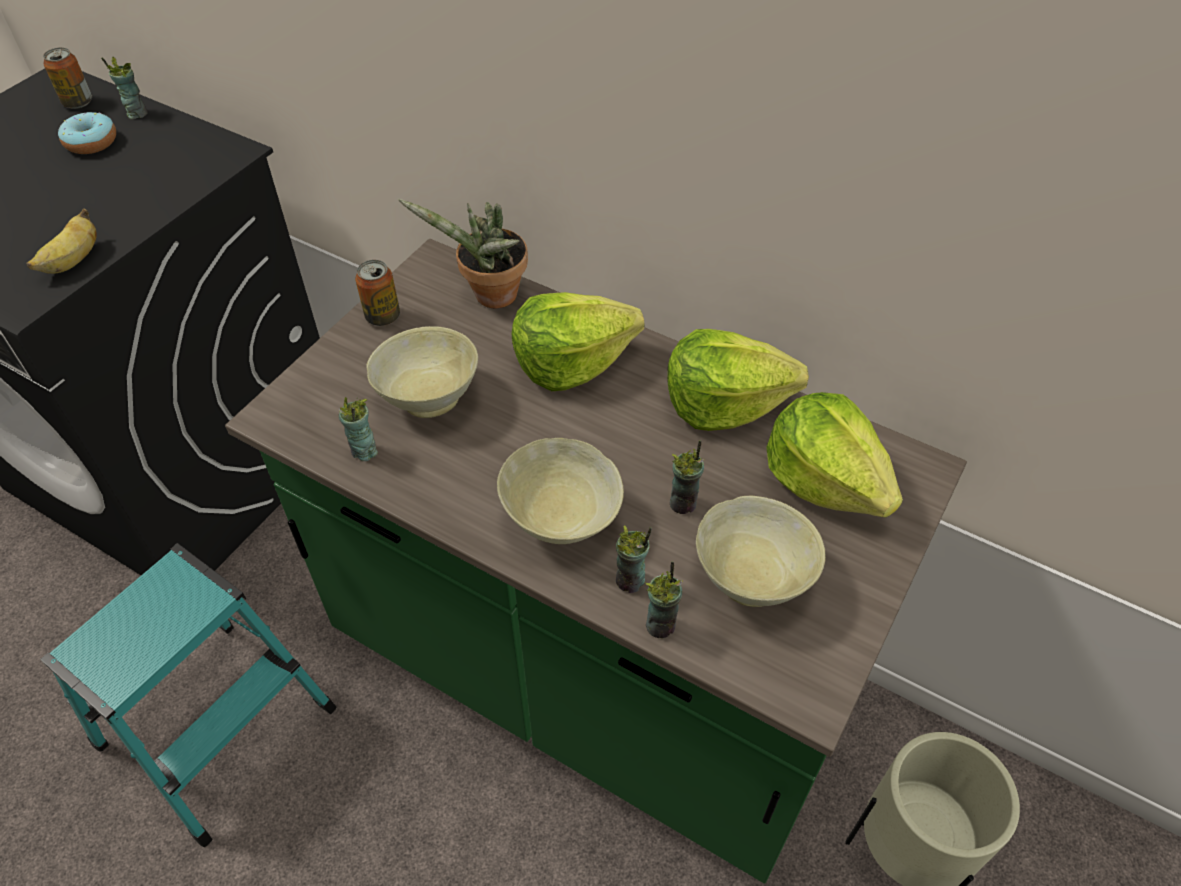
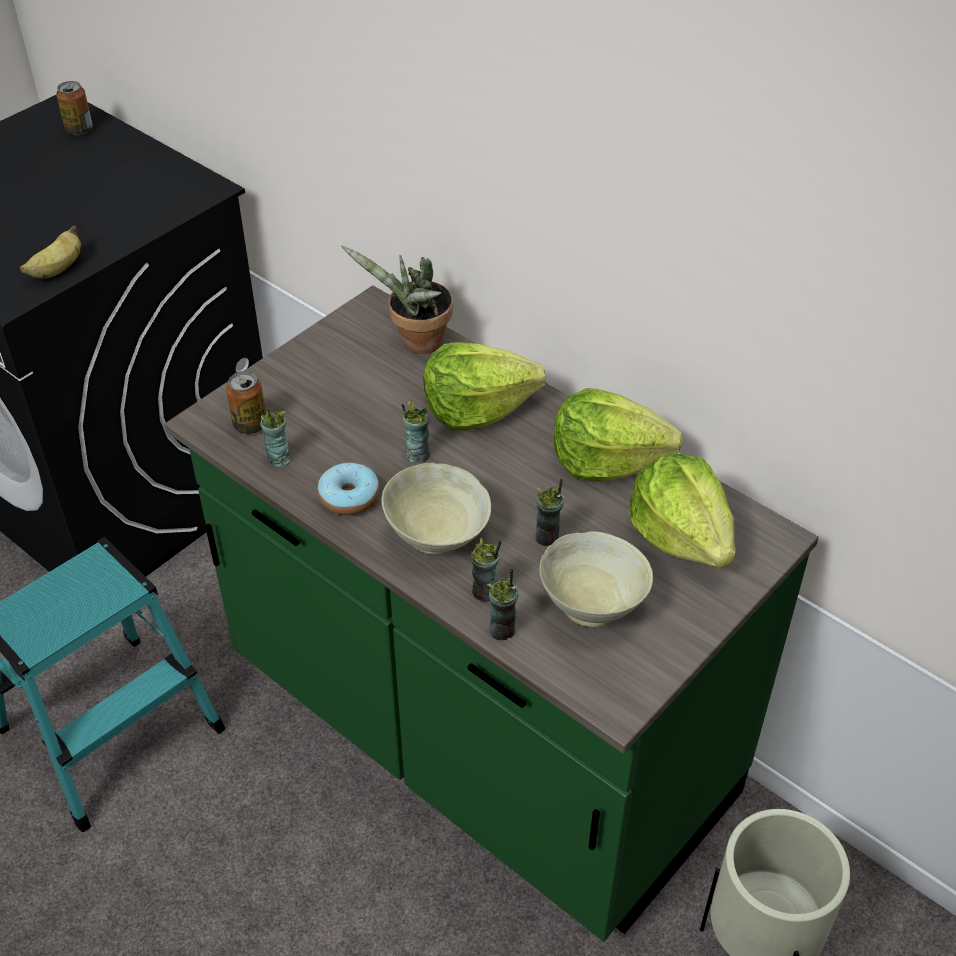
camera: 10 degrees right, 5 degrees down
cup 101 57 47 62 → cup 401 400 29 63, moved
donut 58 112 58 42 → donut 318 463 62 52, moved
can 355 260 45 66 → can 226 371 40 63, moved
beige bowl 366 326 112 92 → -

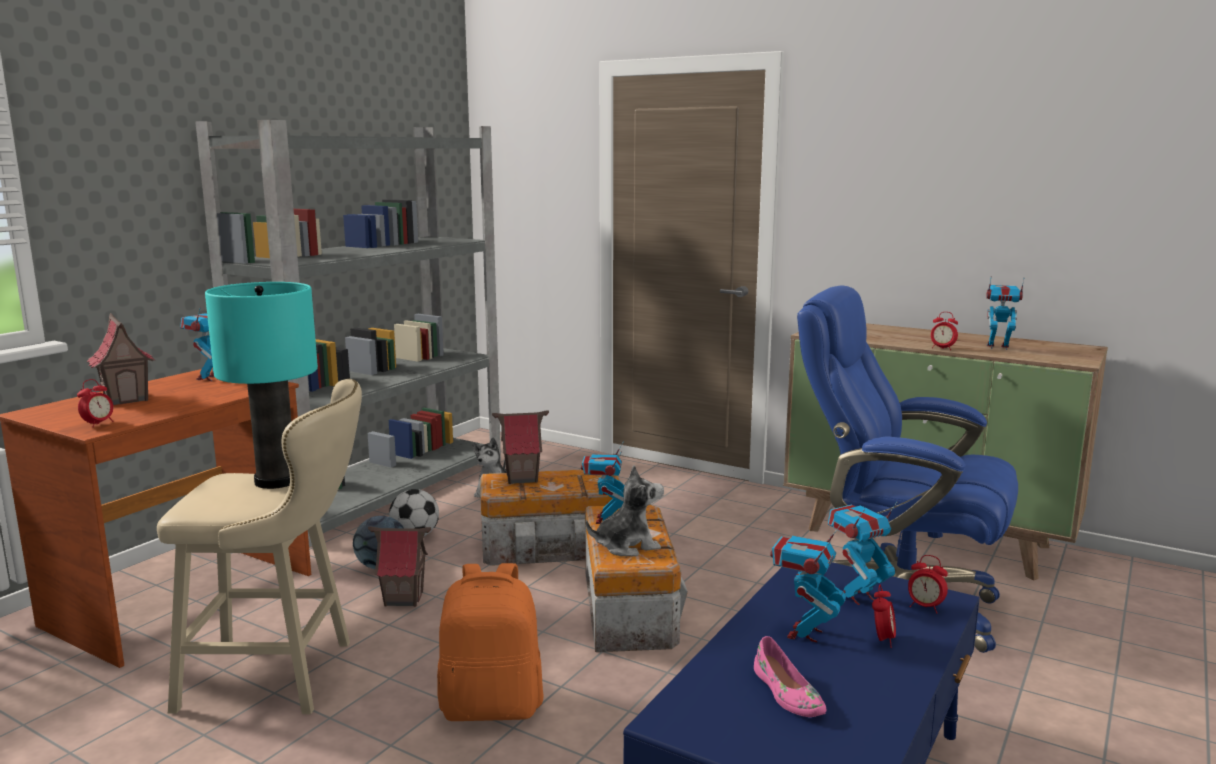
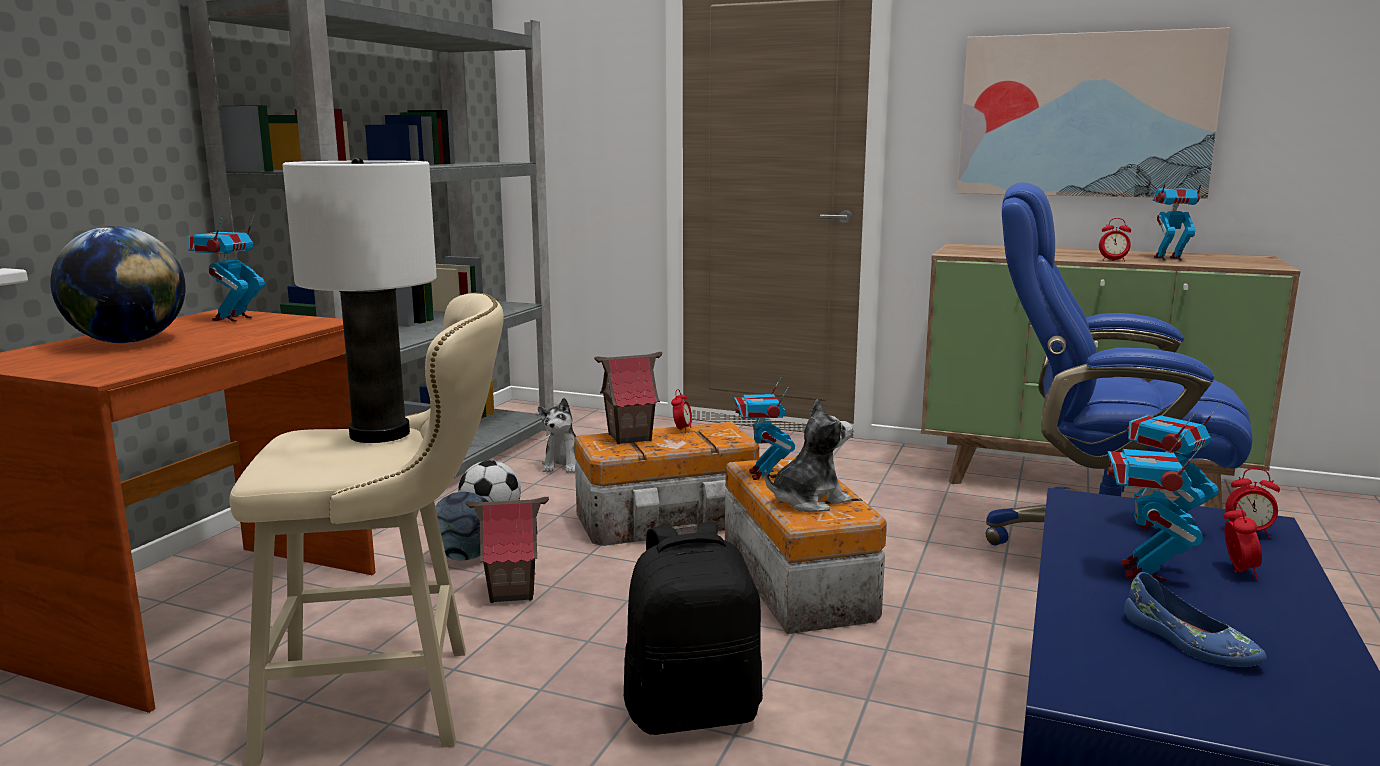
camera: 10 degrees left, 0 degrees up
turquoise table lamp 205 282 113 207 → white table lamp 283 158 154 285
toy house 87 313 68 92 → globe 51 226 135 117
alarm clock 77 379 37 48 → alarm clock 671 389 21 44, moved
orange backpack 437 563 107 158 → black backpack 624 522 139 213
pink shoe 754 636 72 81 → blue shoe 1124 572 143 95
- → picture 957 28 273 171

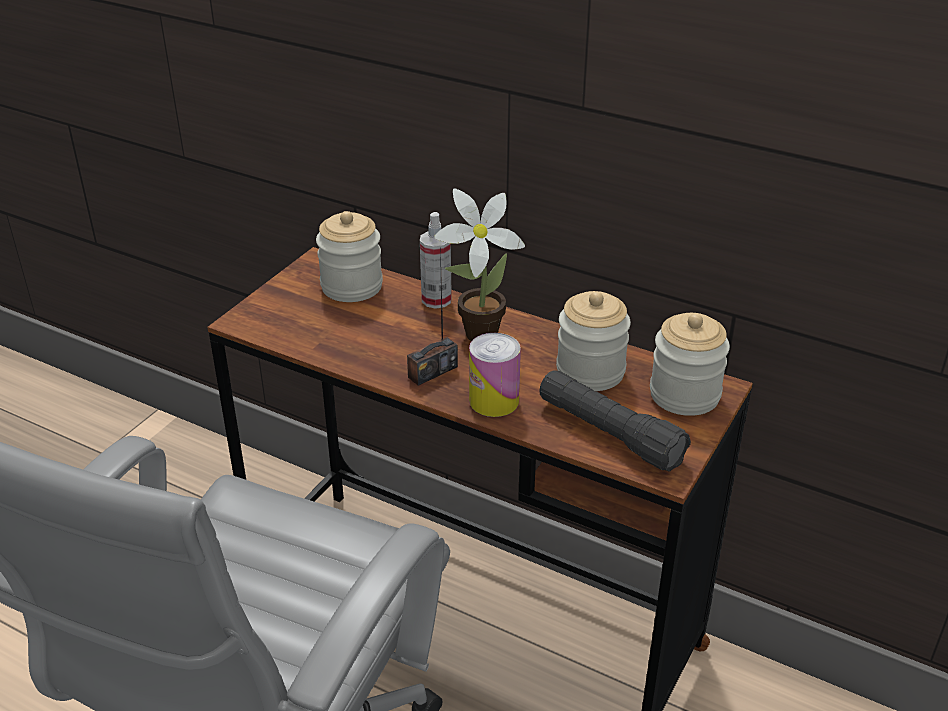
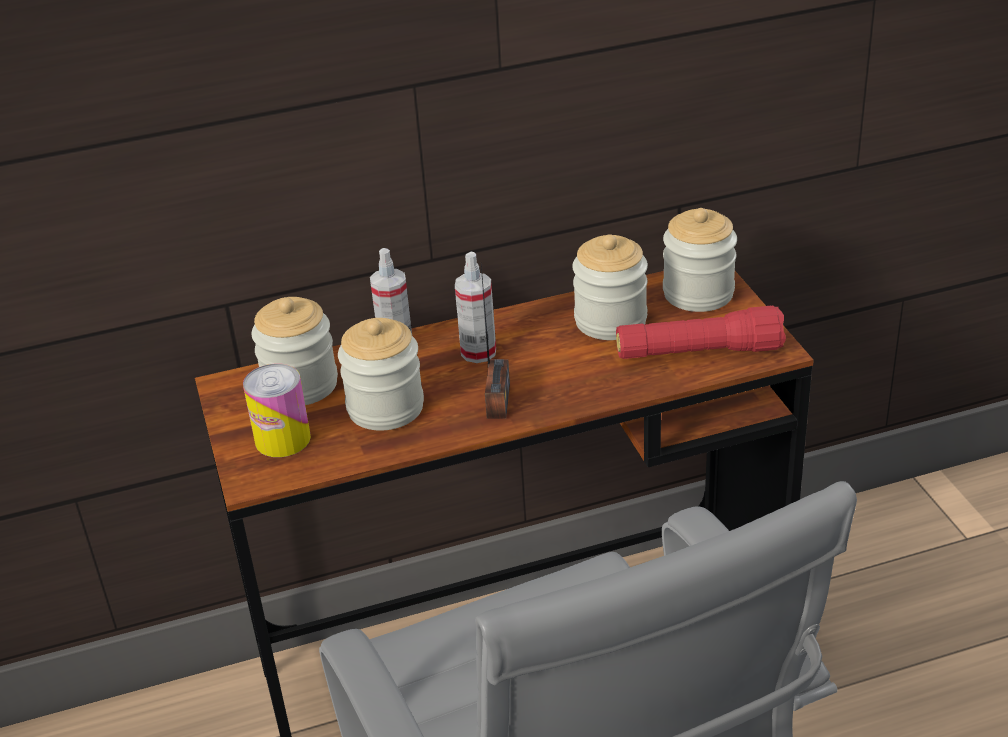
camera: 45 degrees left, 0 degrees up
potted plant 434 188 91 153 → spray bottle 455 252 41 111
can 469 333 52 84 → can 243 364 68 93, moved
black flashlight 539 370 152 102 → red flashlight 616 306 170 53
- → jar 338 318 86 113

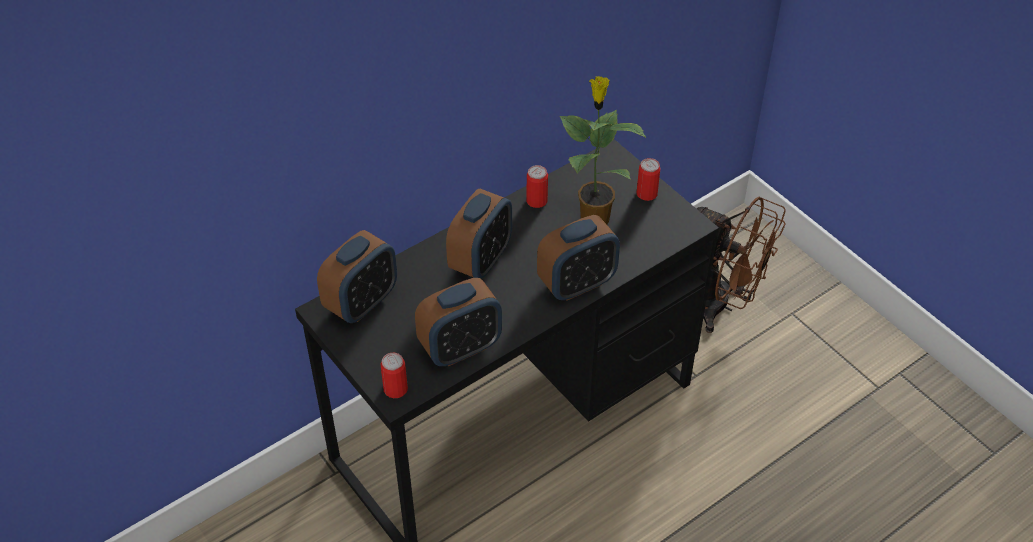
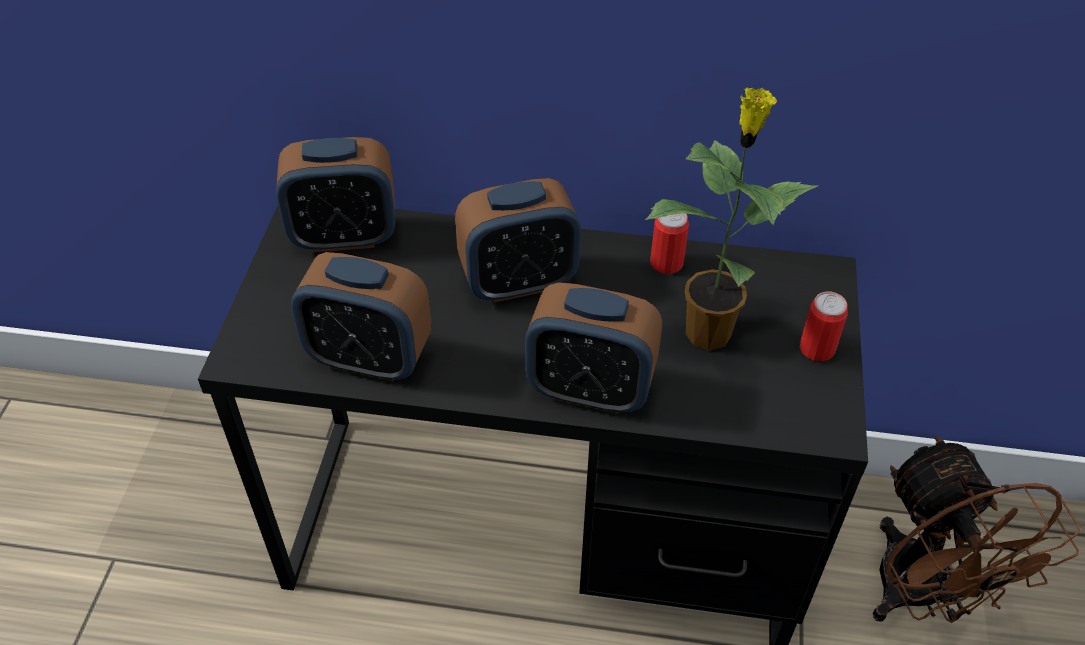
camera: 45 degrees right, 0 degrees up
can 381 353 27 45 → -

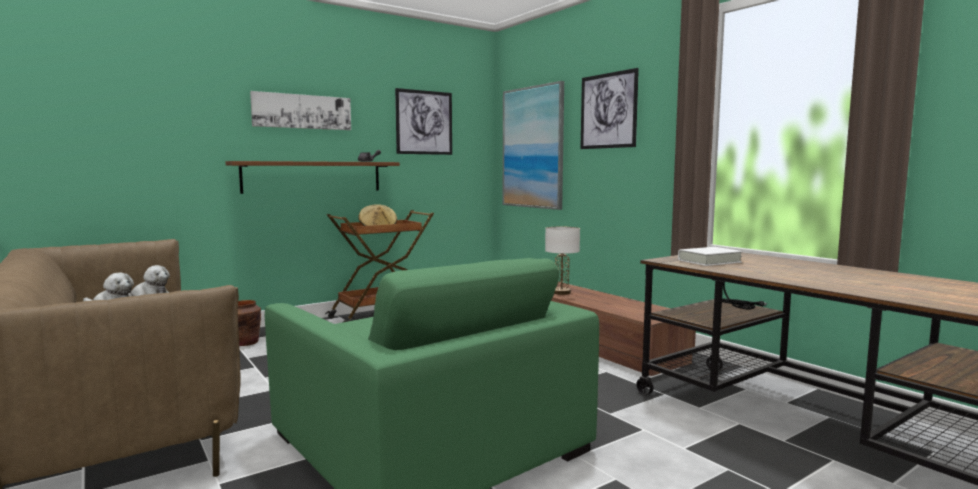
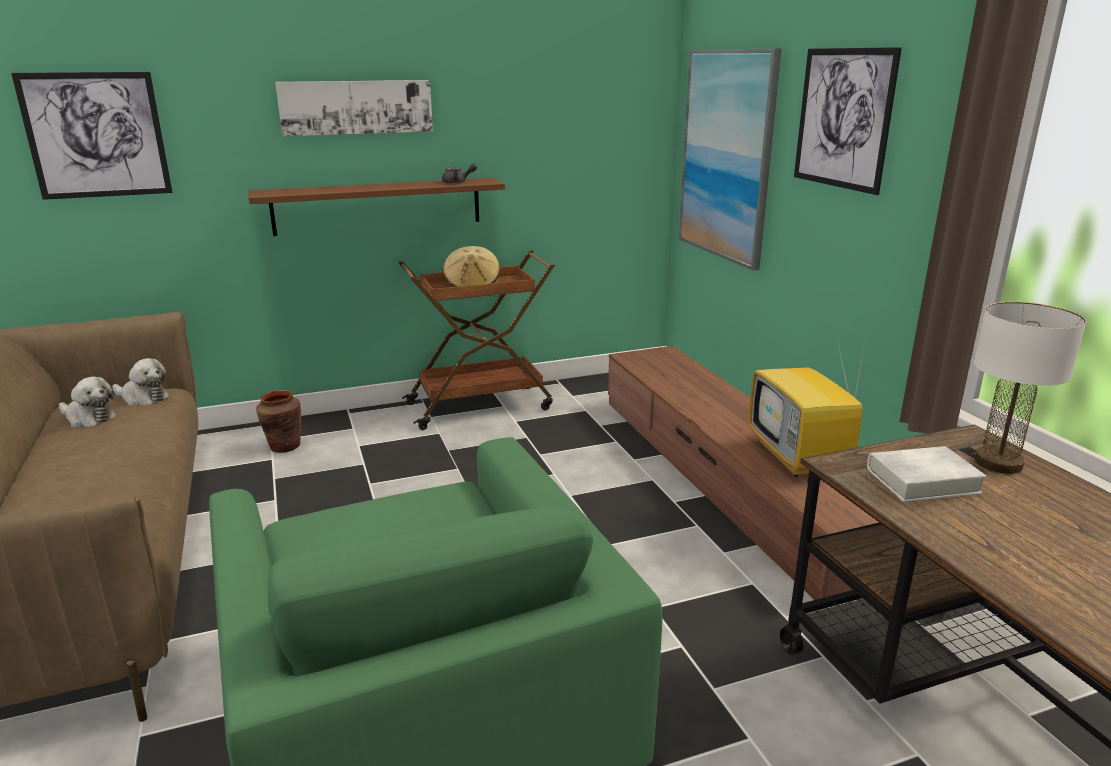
camera: 15 degrees right, 15 degrees up
picture 395 88 57 67 → picture 11 72 162 128, moved
table lamp 545 227 35 68 → table lamp 974 302 112 172, moved
- → television 749 336 116 141

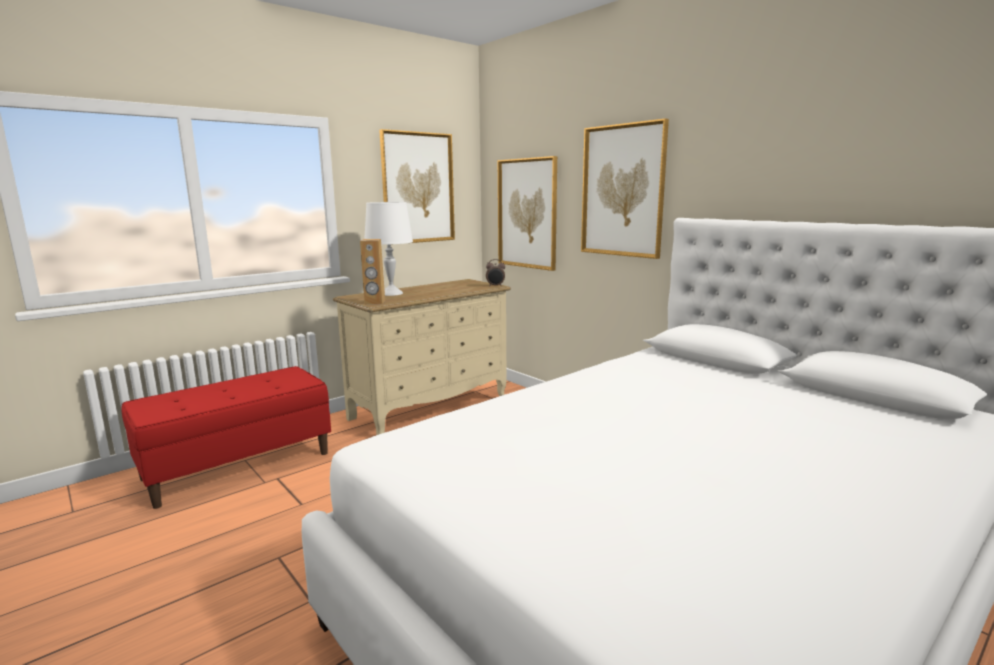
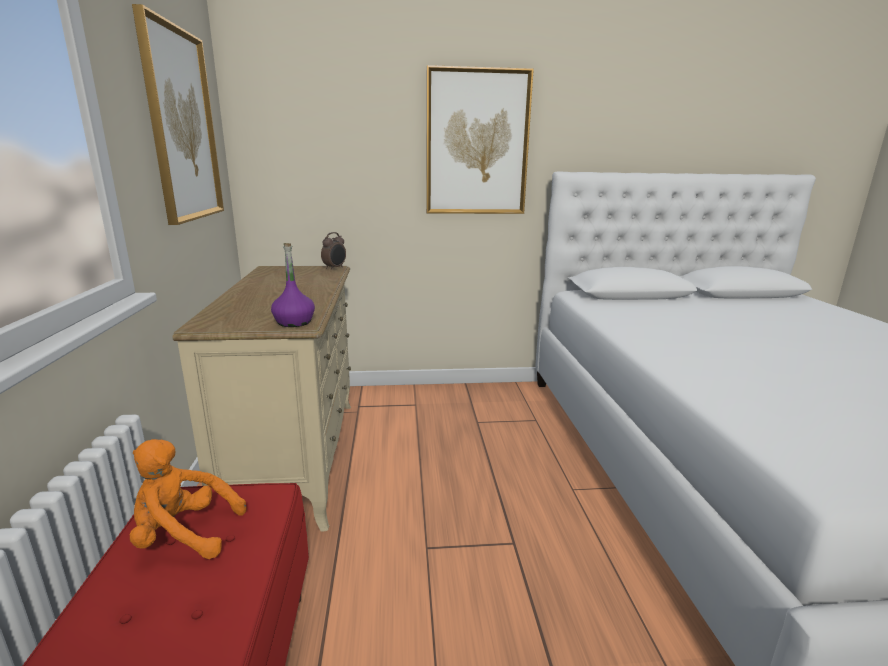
camera: 55 degrees left, 5 degrees up
picture 498 156 59 115 → -
white table lamp 364 202 49 94 → -
brown speaker 360 239 25 66 → purple bottle 271 243 44 84
- → orange plush toy 130 439 116 120

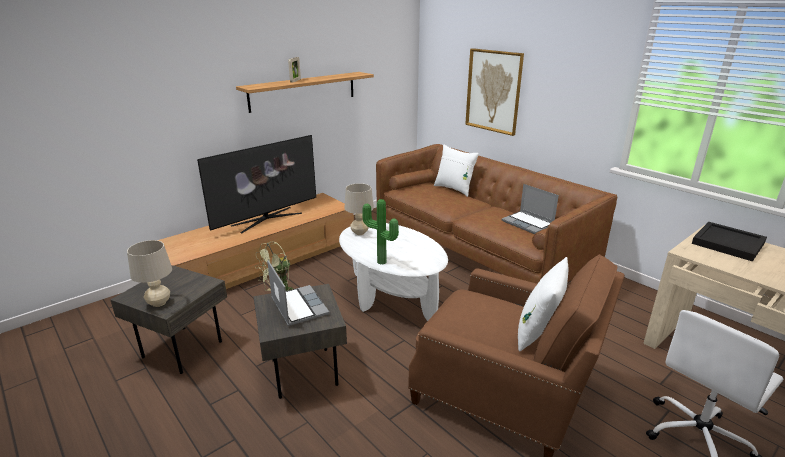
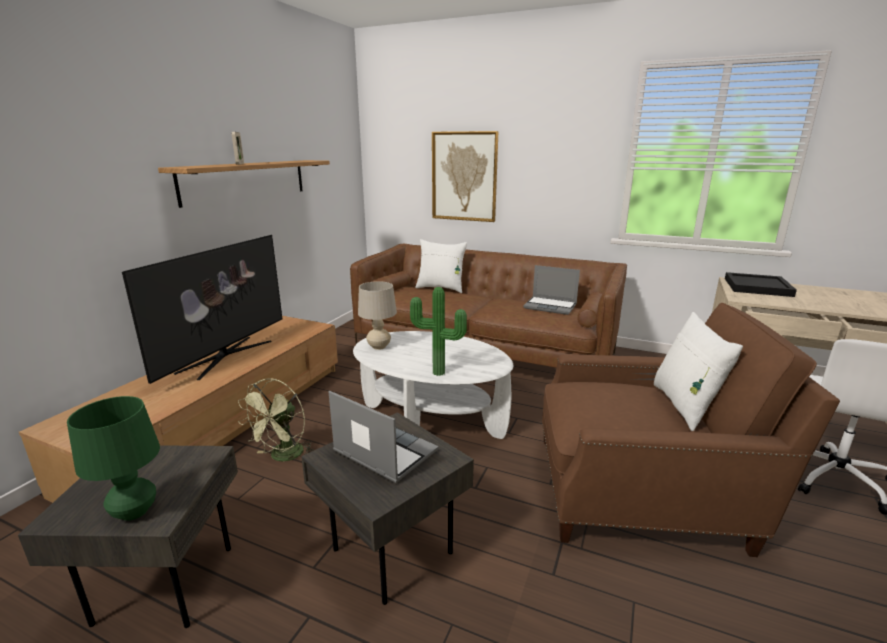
camera: 25 degrees left, 5 degrees down
beige table lamp 127 240 45 67 → green table lamp 67 396 93 125

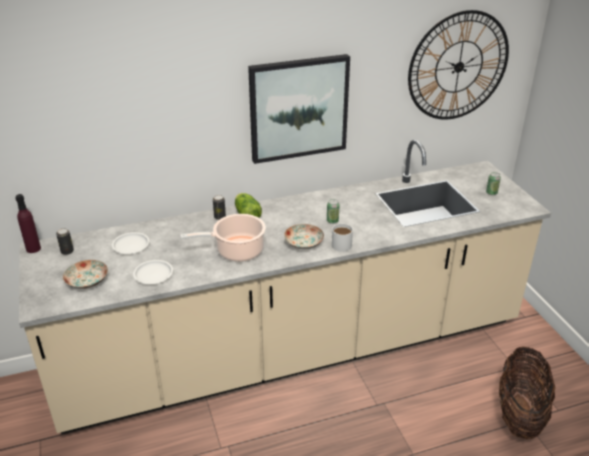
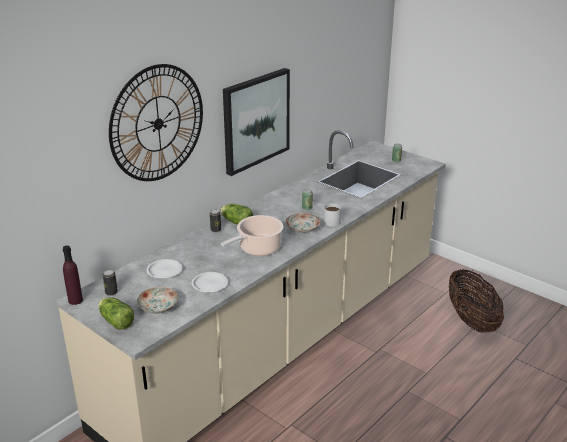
camera: 30 degrees left, 5 degrees down
wall clock 408 10 101 110 → wall clock 109 64 94 117, moved
- → lettuce 98 297 36 33

